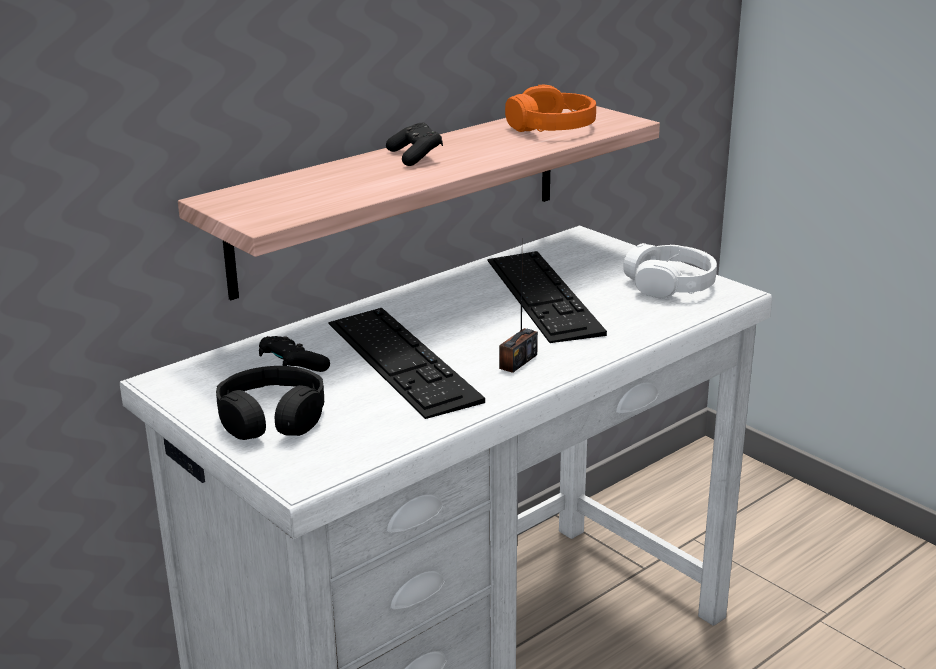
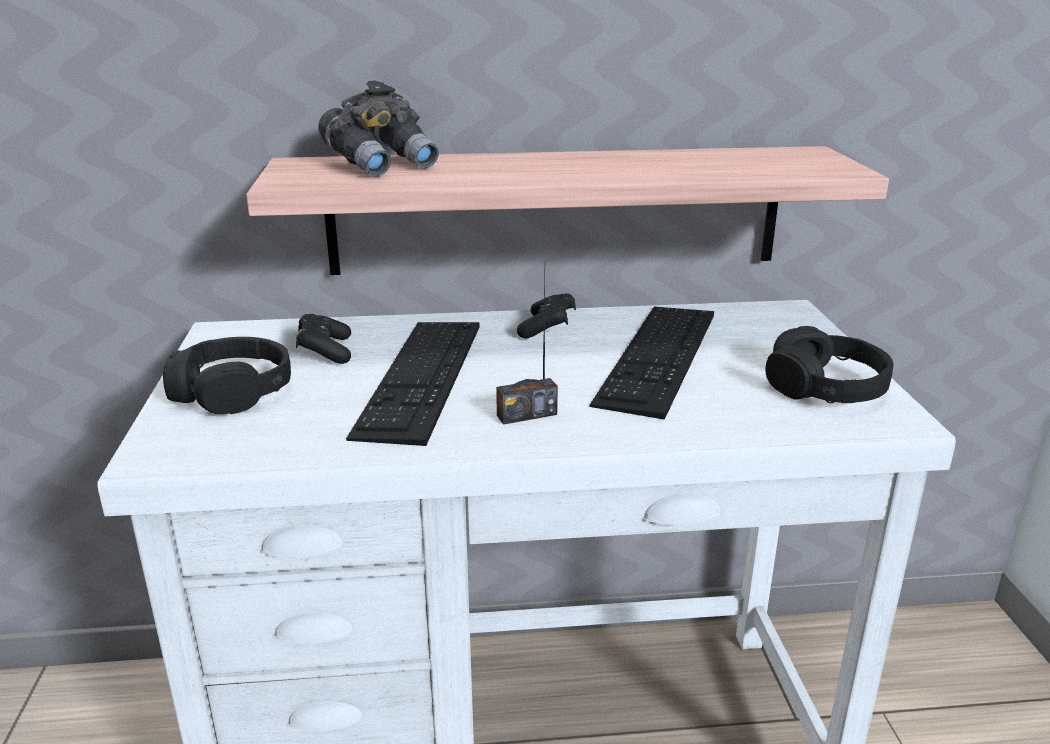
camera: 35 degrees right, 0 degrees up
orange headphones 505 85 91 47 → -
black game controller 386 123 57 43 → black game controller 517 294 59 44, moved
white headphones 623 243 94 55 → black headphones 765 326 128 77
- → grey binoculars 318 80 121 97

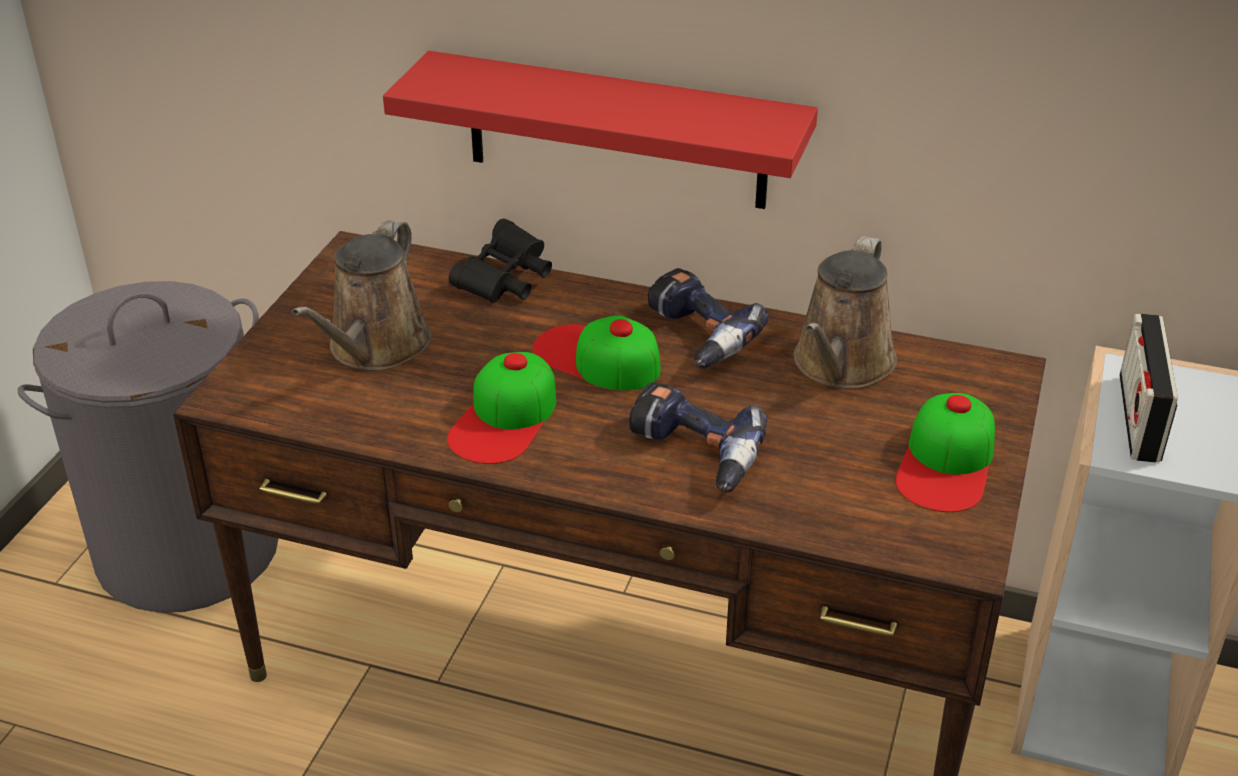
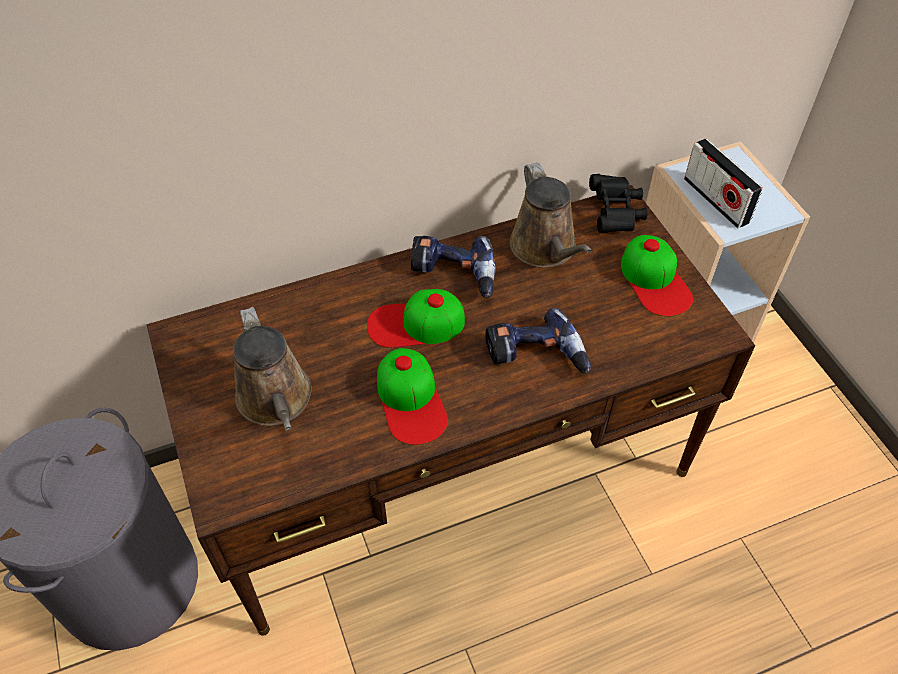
camera: 40 degrees left, 15 degrees up
red shelf 383 51 435 158 → -
black binoculars 449 219 103 84 → black binoculars 589 174 59 59, moved

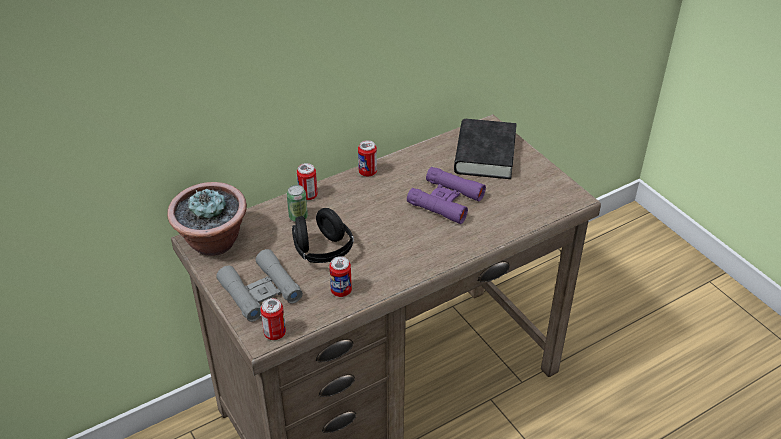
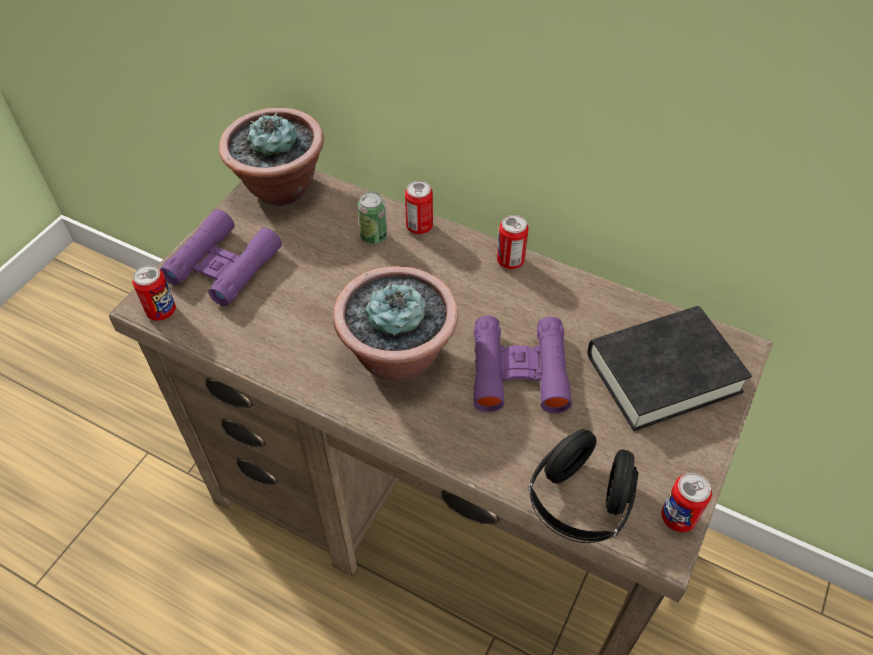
camera: 60 degrees right, 10 degrees up
black headphones 292 208 62 55 → black headphones 528 429 111 114, moved
grey binoculars 216 249 87 73 → purple binoculars 160 209 122 97
can 329 256 23 41 → can 661 473 51 59, moved
- → potted plant 333 266 125 117

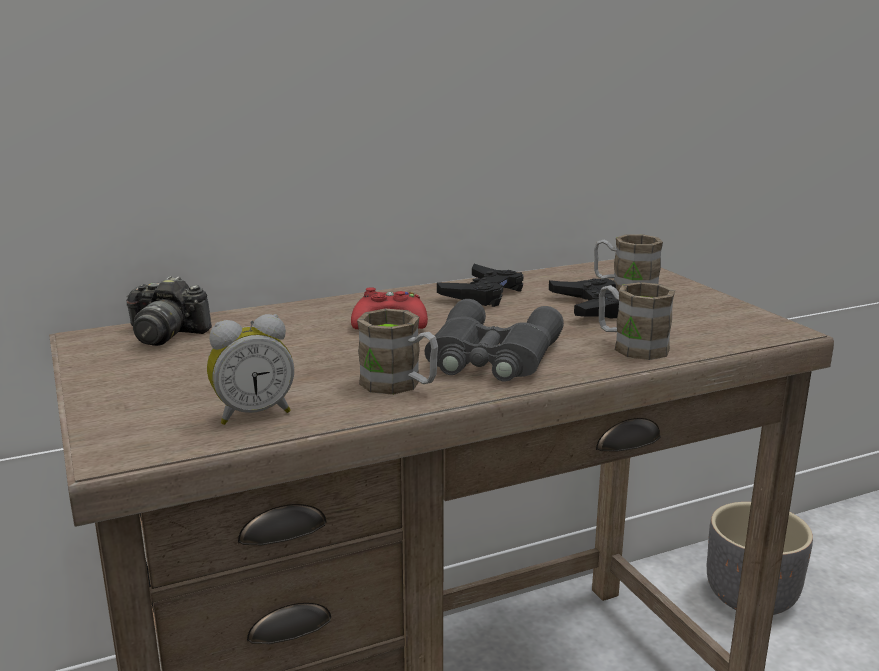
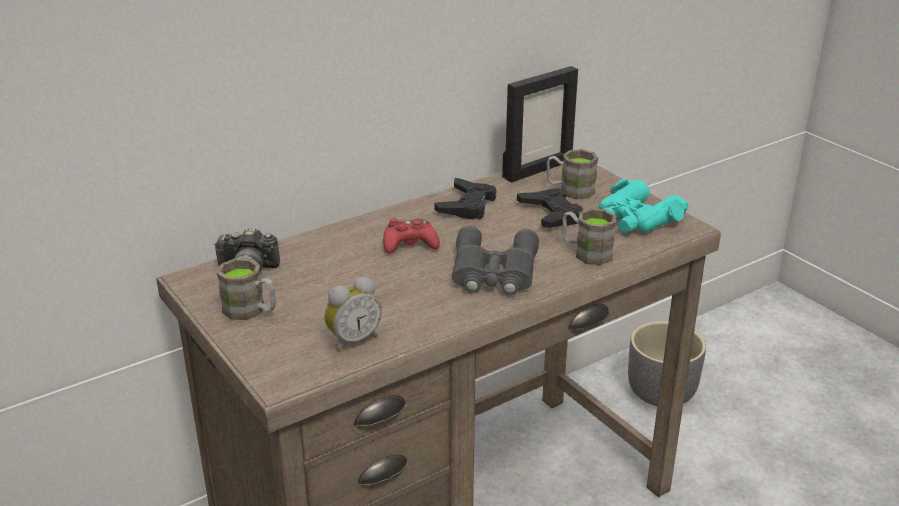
camera: 10 degrees left, 10 degrees up
brown mug 357 309 81 86 → brown mug 217 258 59 62, moved
- → picture frame 502 66 76 116
- → turquoise binoculars 599 179 90 54

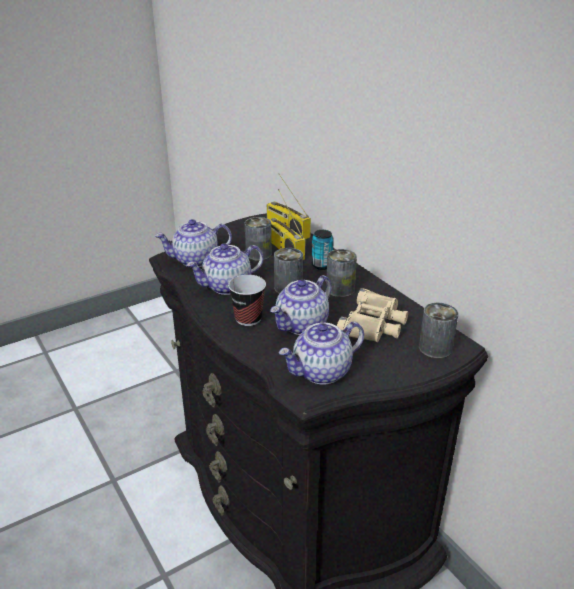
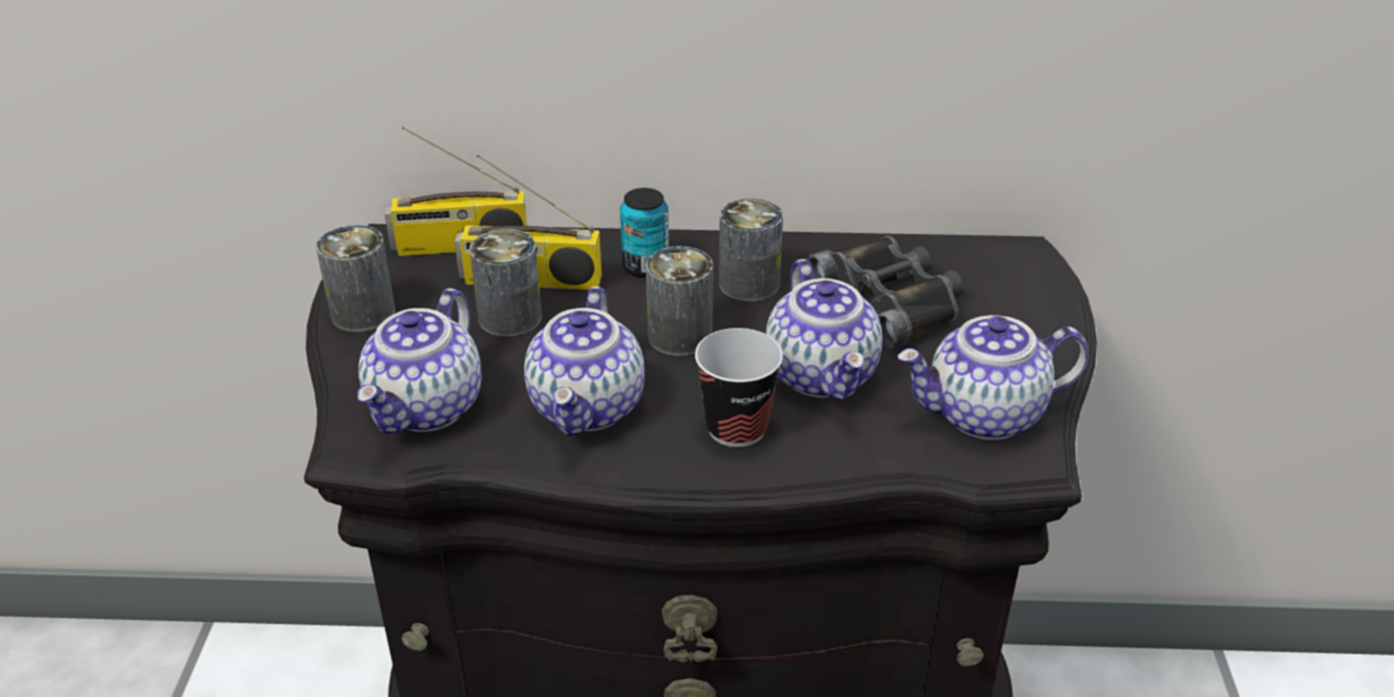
camera: 55 degrees left, 5 degrees up
beige binoculars 337 288 71 54 → black binoculars 807 235 156 114
can 419 303 39 55 → can 316 225 79 107, moved
teapot 278 321 86 64 → teapot 897 315 192 125, 75 degrees clockwise

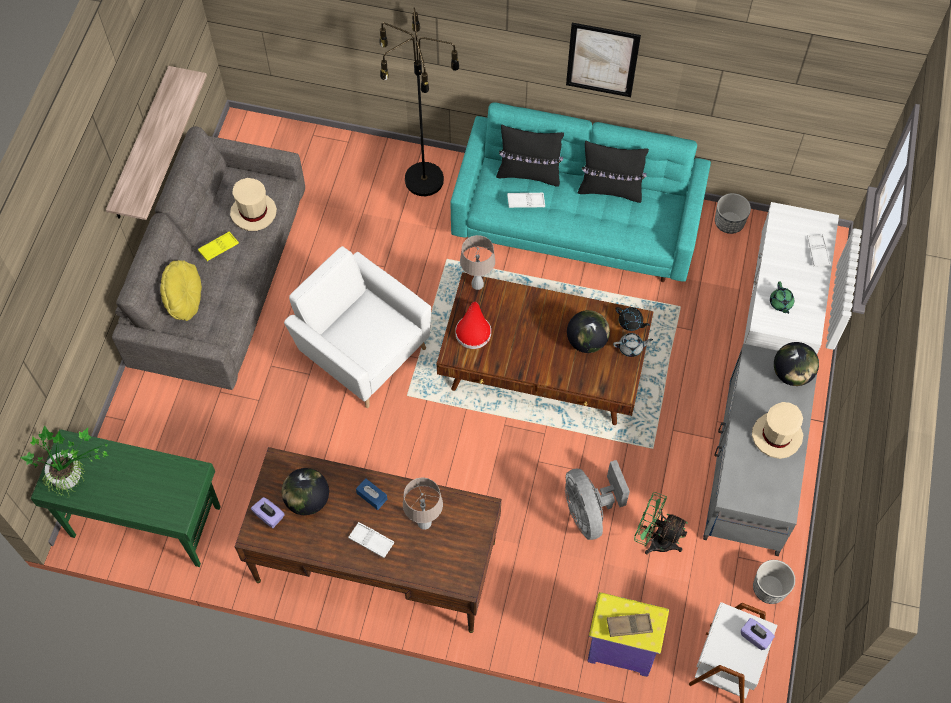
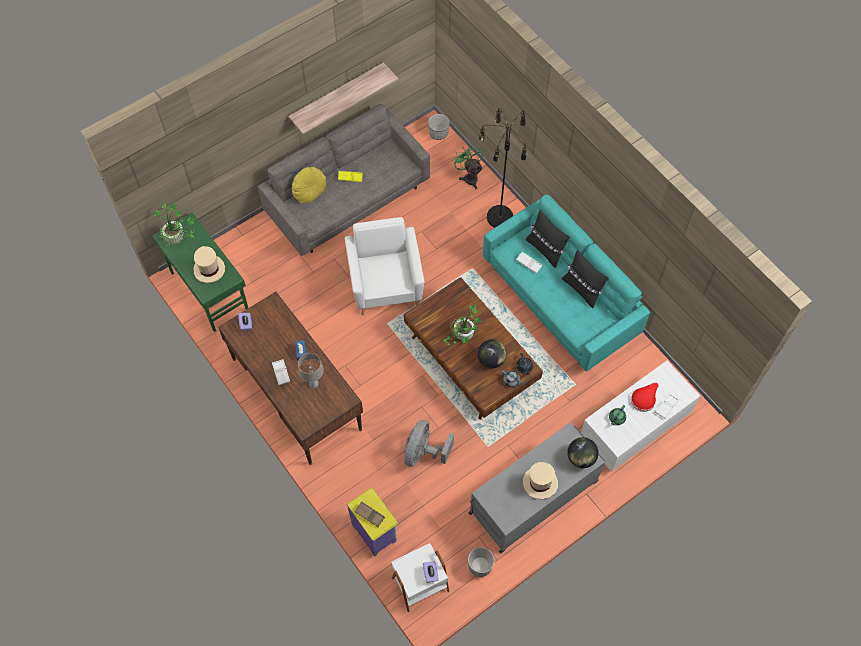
camera: 40 degrees right, 0 degrees up
picture 566 23 75 74 → -
beige hat 230 178 47 53 → beige hat 194 246 31 37, moved
planter 715 193 36 41 → planter 428 114 22 26, moved
beige table lamp 460 235 35 55 → -
red hat 455 302 36 47 → red hat 631 383 28 29, moved
globe 282 468 47 47 → -
green fan 634 492 54 63 → green fan 452 143 31 47, moved
- → potted plant 443 304 39 41

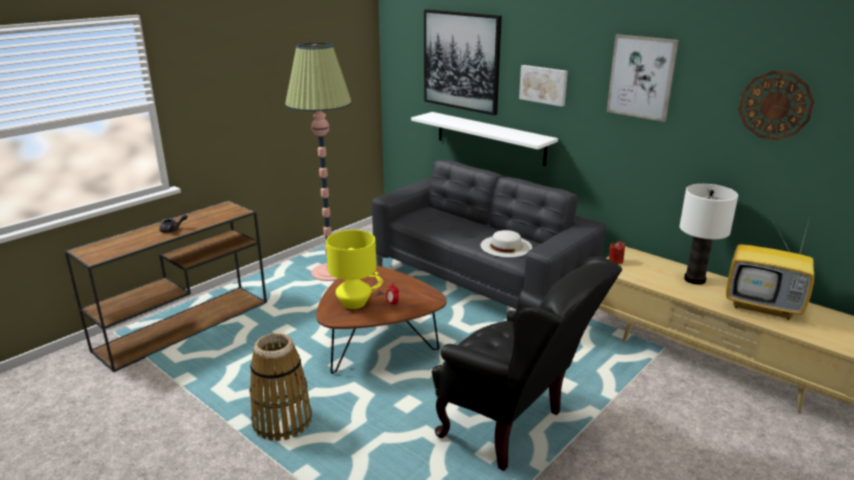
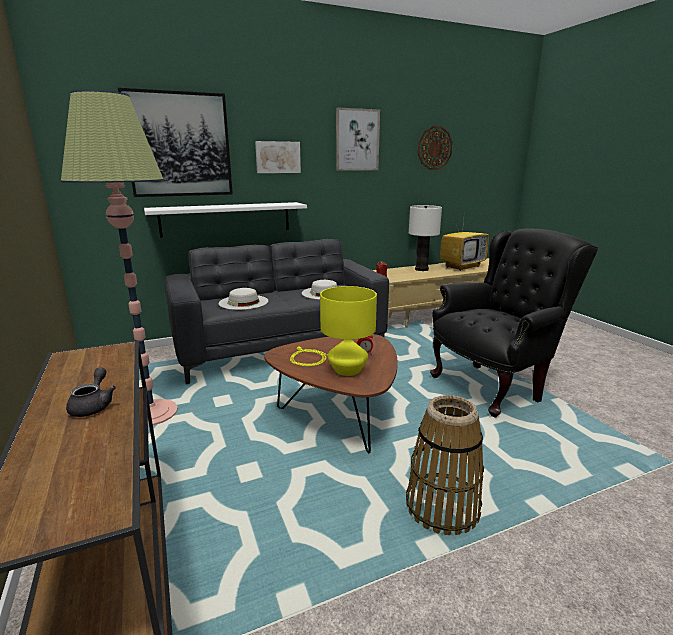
camera: 65 degrees left, 5 degrees down
- → white hat 219 288 49 22

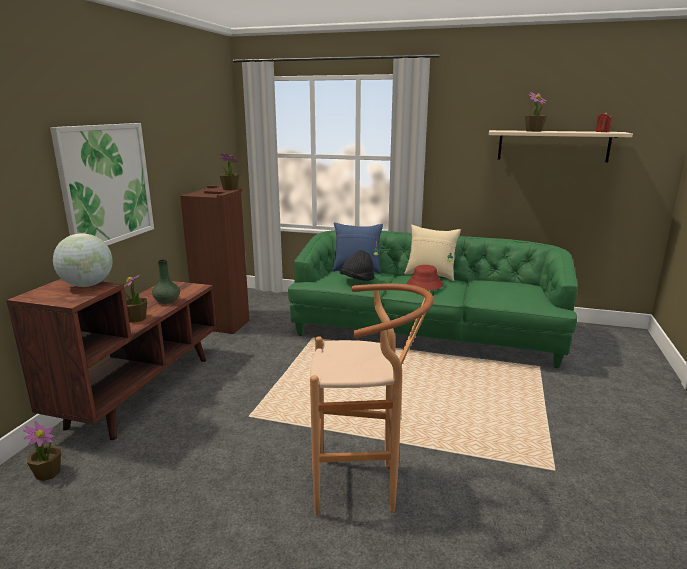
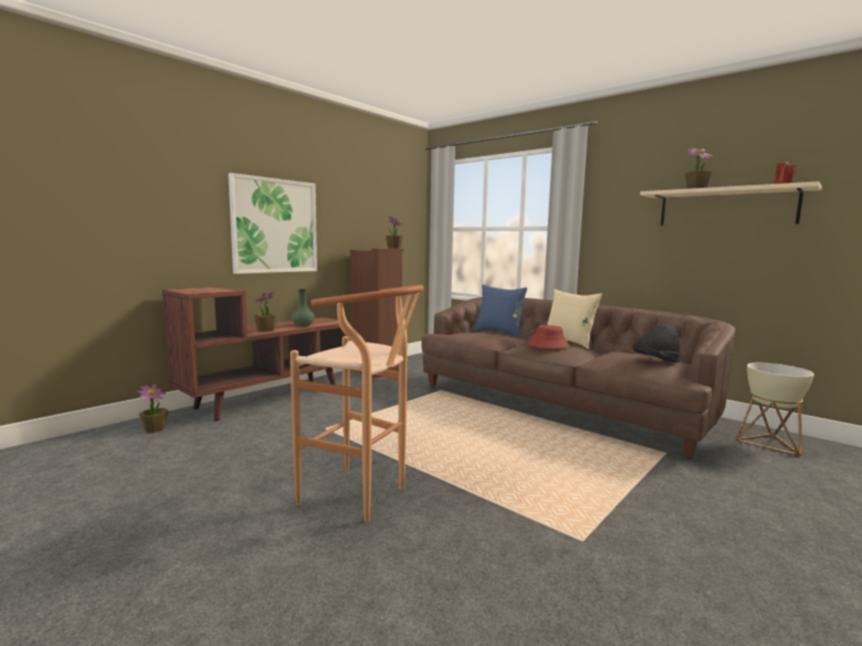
camera: 25 degrees right, 10 degrees down
green sofa 288 230 290 138 → brown sofa 422 297 314 162
globe 53 233 59 54 → -
black hat 339 250 36 31 → black hat 633 324 48 39, moved
- → planter 736 363 78 93

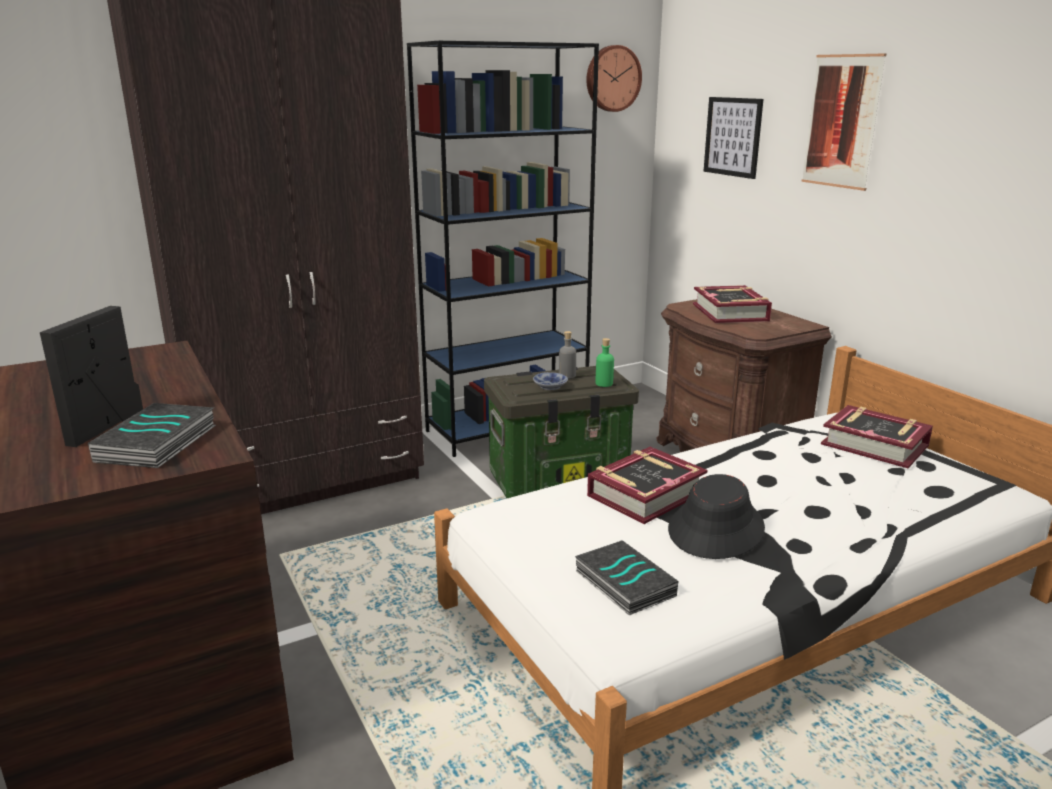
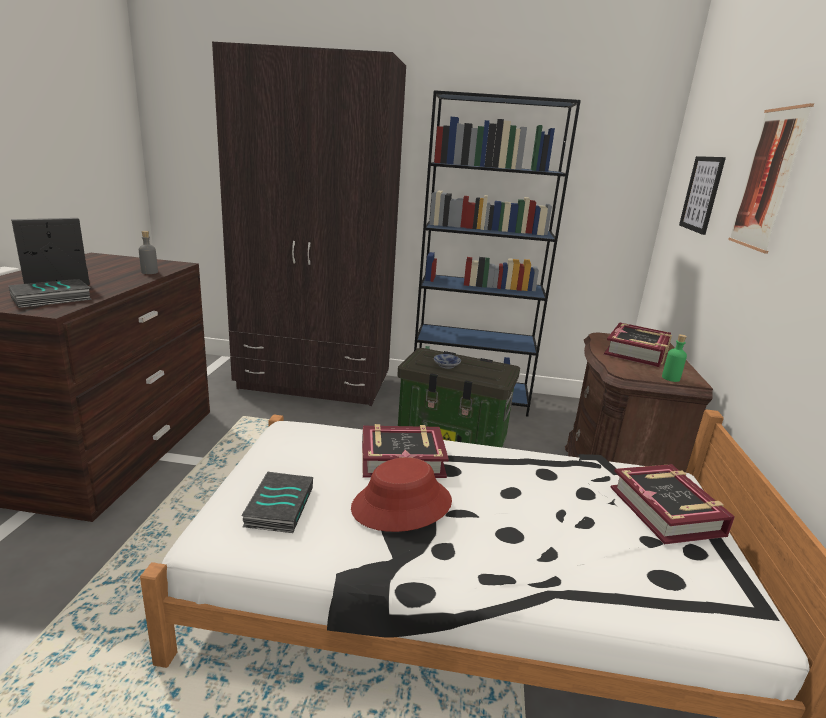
camera: 35 degrees right, 0 degrees up
wall clock 586 45 56 67 → -
grey bottle 559 331 17 48 → grey bottle 139 231 19 43, moved
green bottle 595 338 19 49 → green bottle 662 334 25 48, moved
black hat 668 474 97 85 → red hat 351 457 101 75

